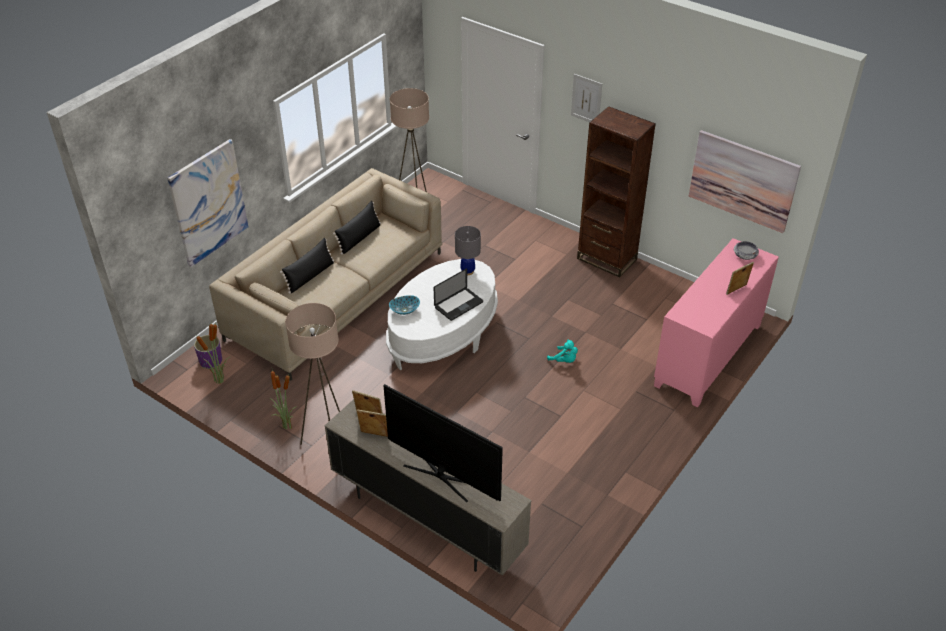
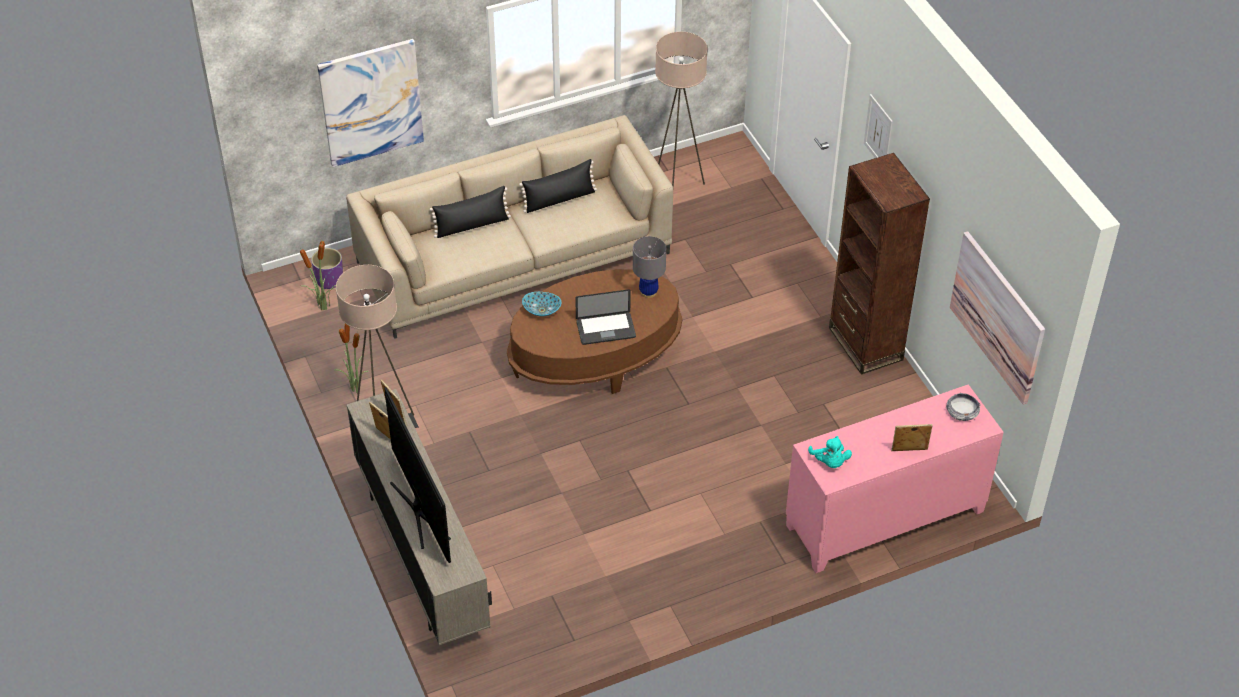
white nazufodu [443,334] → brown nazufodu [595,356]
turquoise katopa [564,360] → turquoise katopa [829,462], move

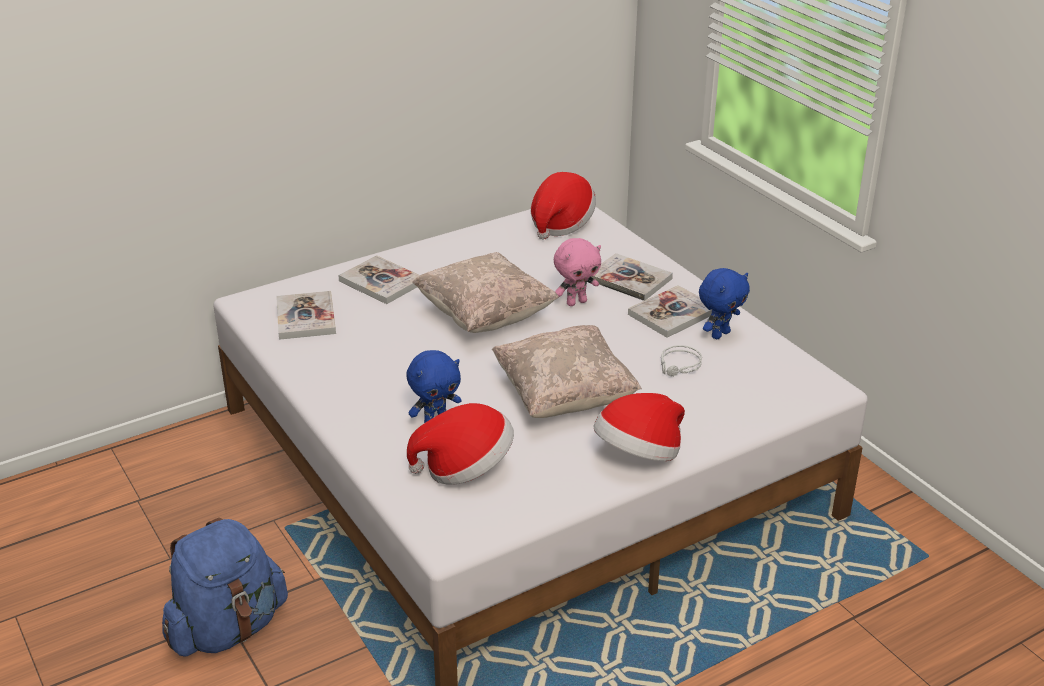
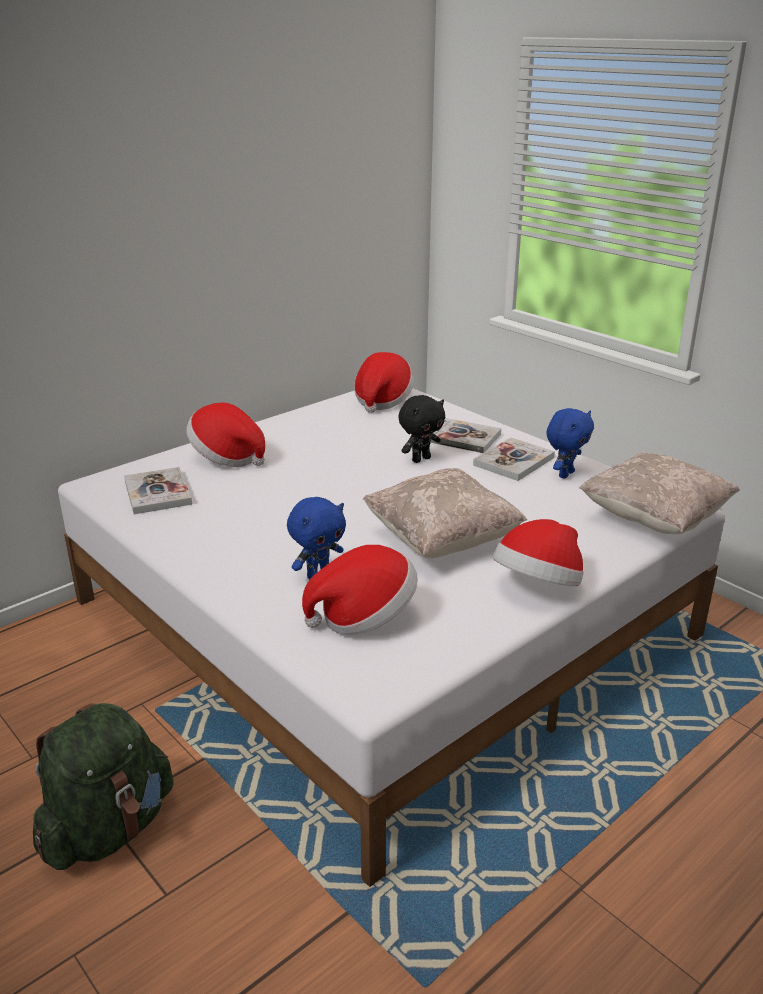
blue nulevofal [228,628] → green nulevofal [109,829]
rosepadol [381,282] → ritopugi [227,457]
pink katopa [576,302] → black katopa [420,459]
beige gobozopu [485,317] → beige gobozopu [654,519], move
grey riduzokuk [679,366] → -

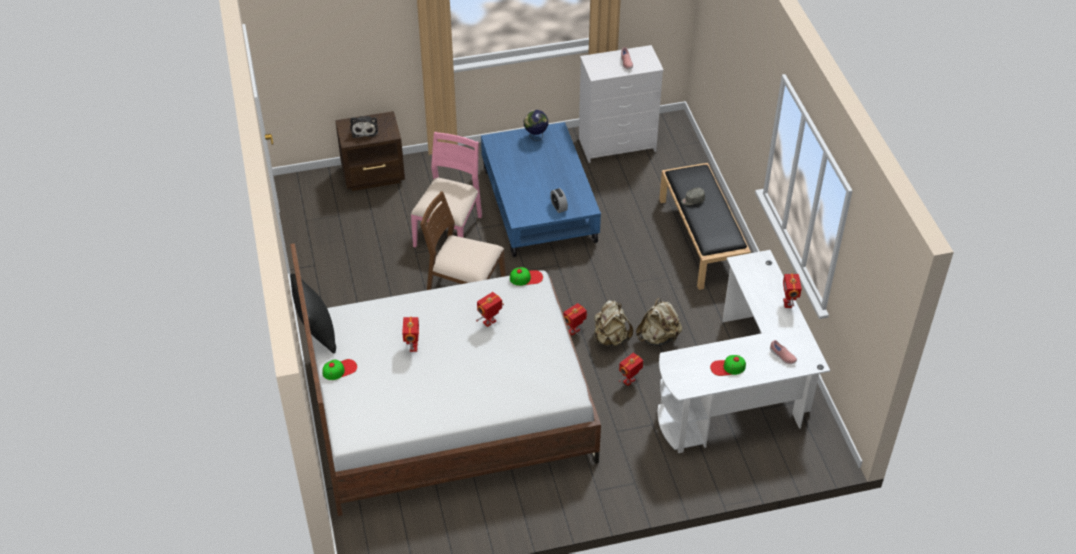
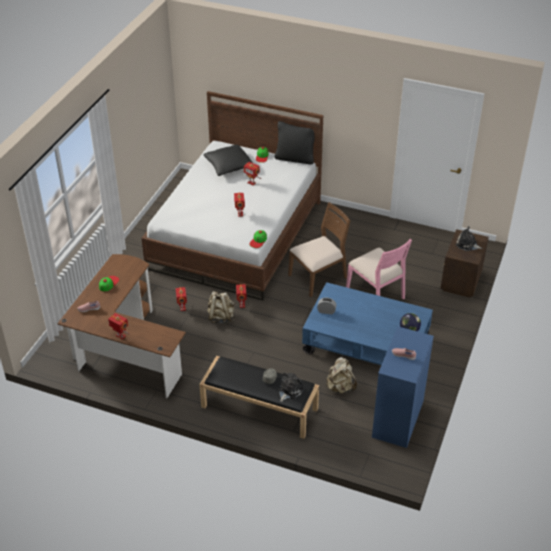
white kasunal [742,391] → brown kasunal [124,350]
- → black gobozopu [228,166]
- → katopa [289,390]
beige nulevofal [658,337] → beige nulevofal [340,387], move
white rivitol [617,144] → blue rivitol [397,419]

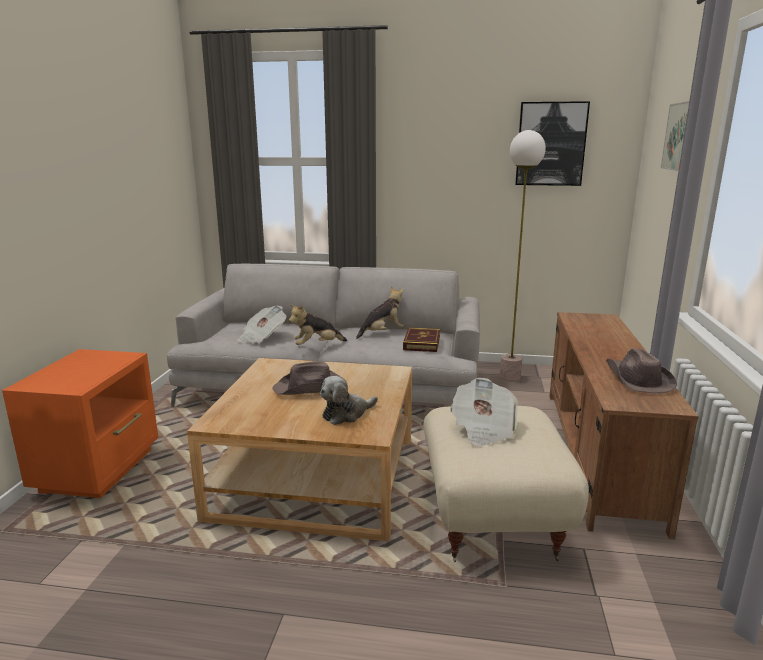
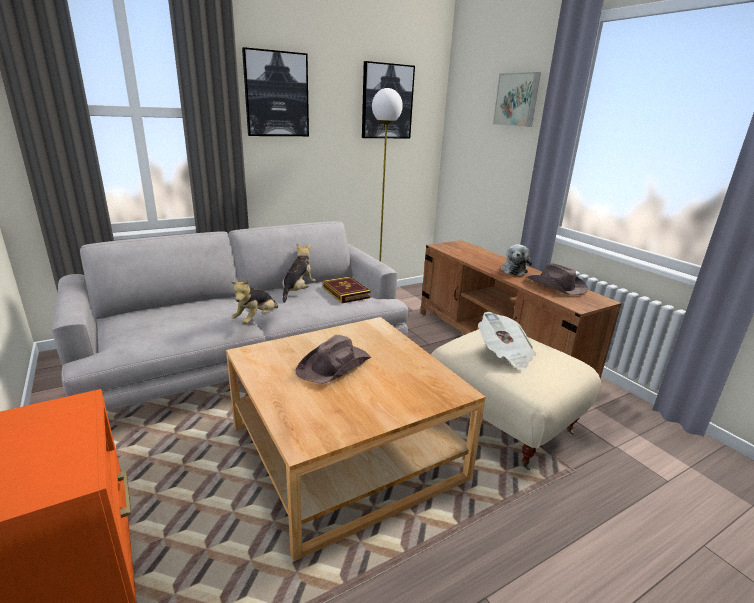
- → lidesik [276,94]
katopa [346,414] → katopa [514,270], move
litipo [262,337] → -

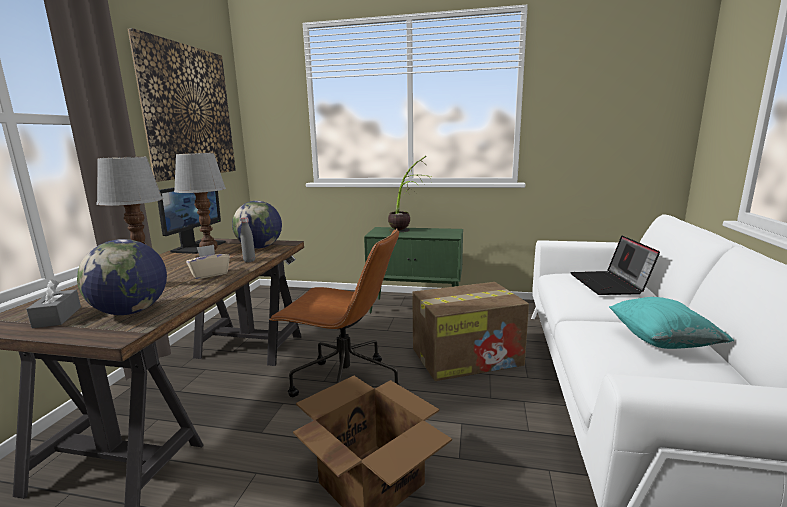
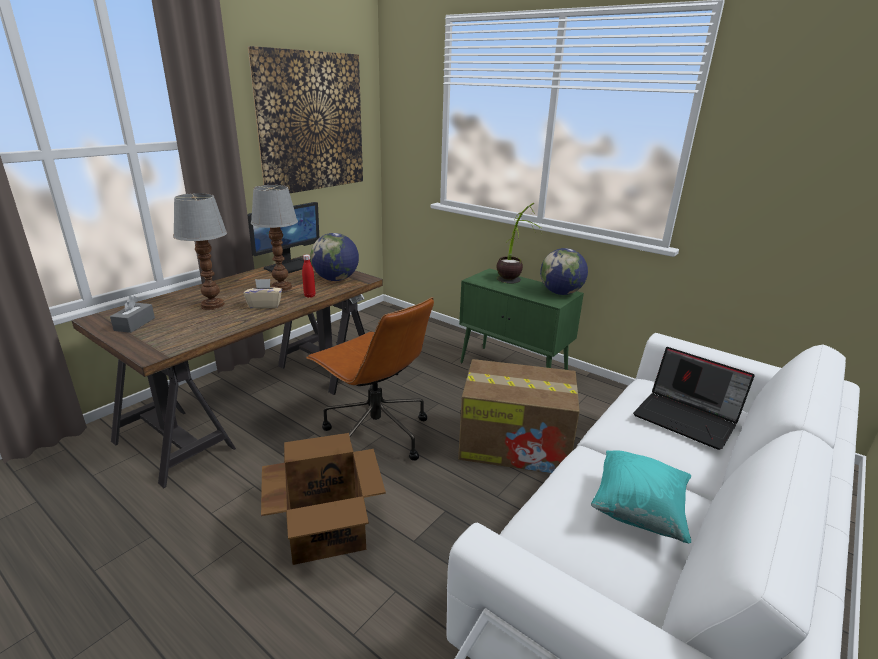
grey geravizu [249,261] → red geravizu [309,296]
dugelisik [131,312] → dugelisik [561,293], move
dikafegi [610,284] → dikafegi [687,418], 75 degrees counterclockwise

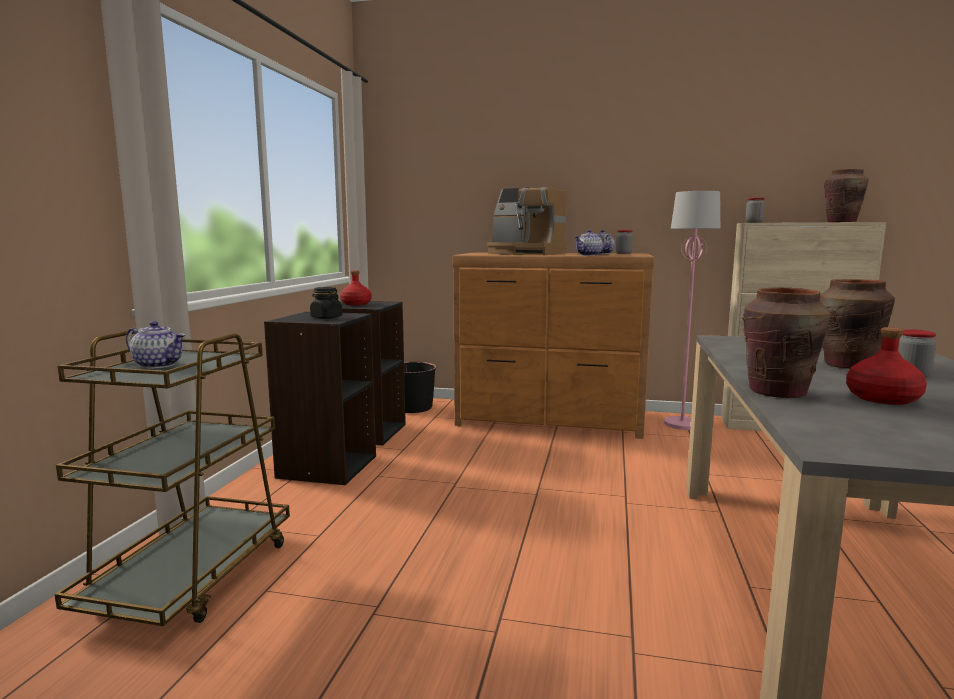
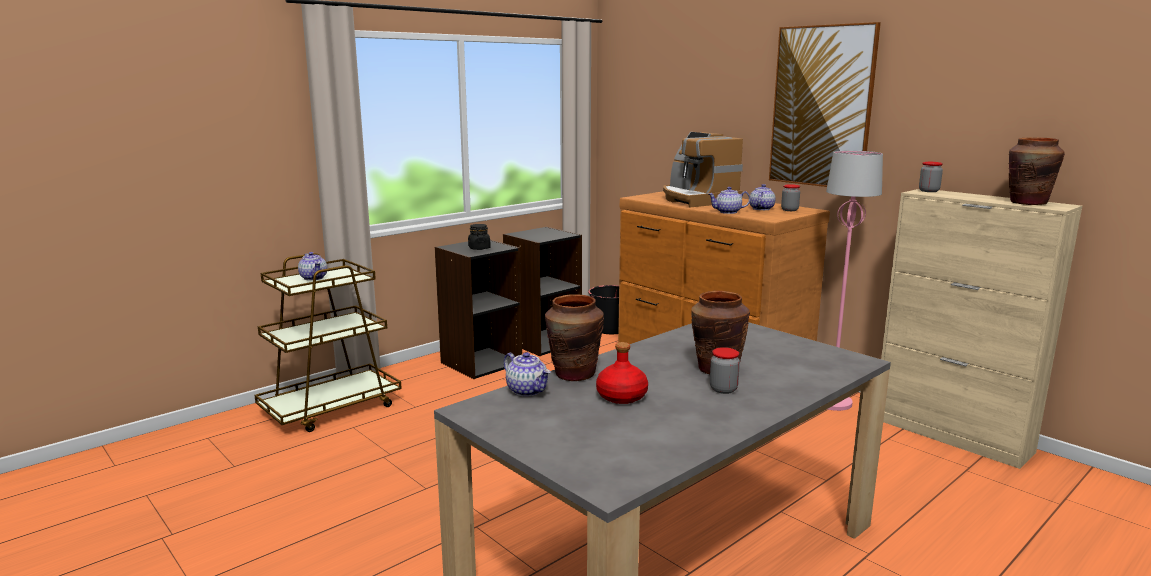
- → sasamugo [528,390]
- → lidesik [822,107]
red geravizu [356,304] → -

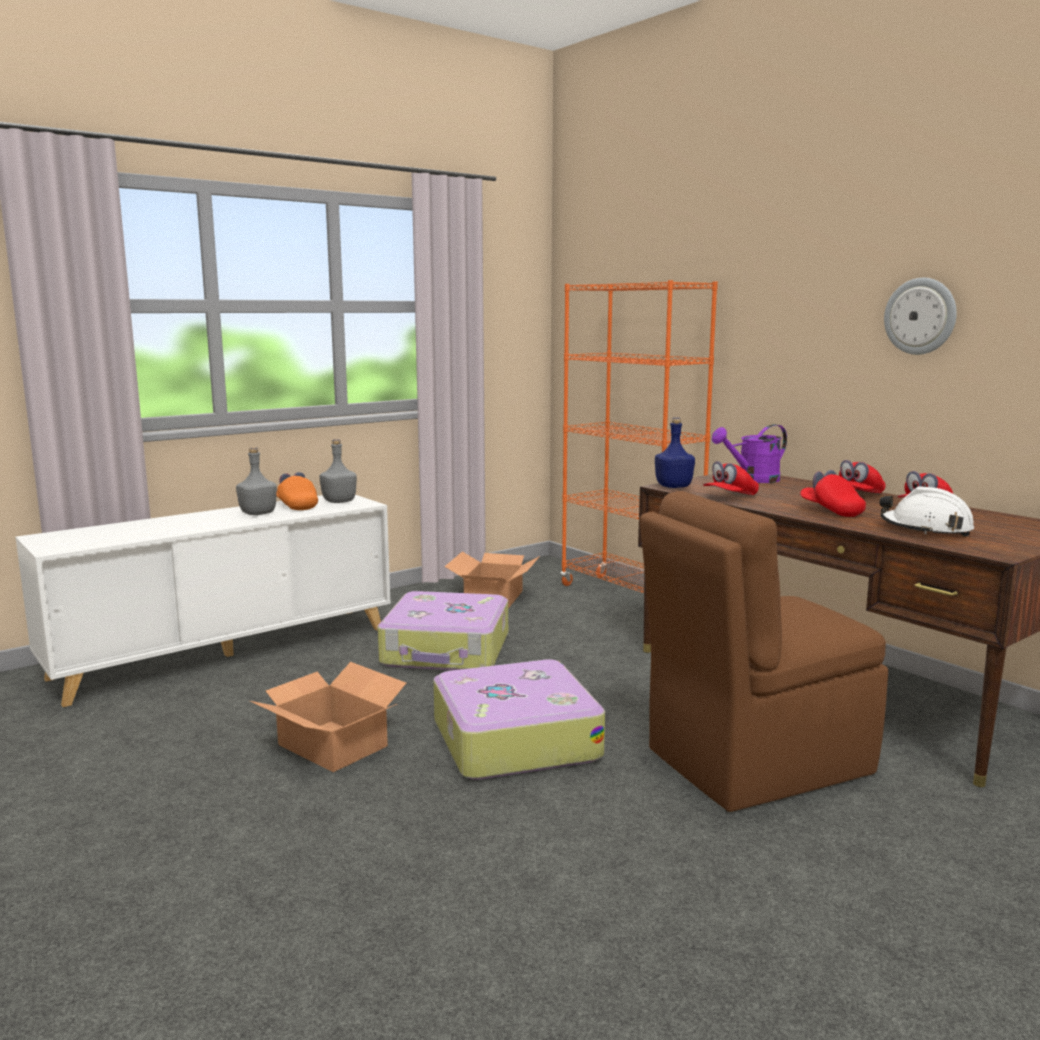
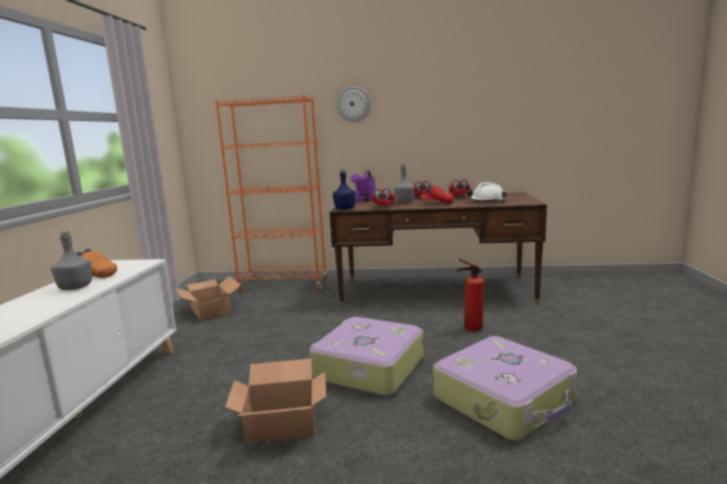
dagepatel [920,316] → dagepatel [353,104], move
grey geravizu [339,501] → grey geravizu [404,202], move
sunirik [447,650] → sunirik [505,400], move
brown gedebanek [753,762] → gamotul [470,328]

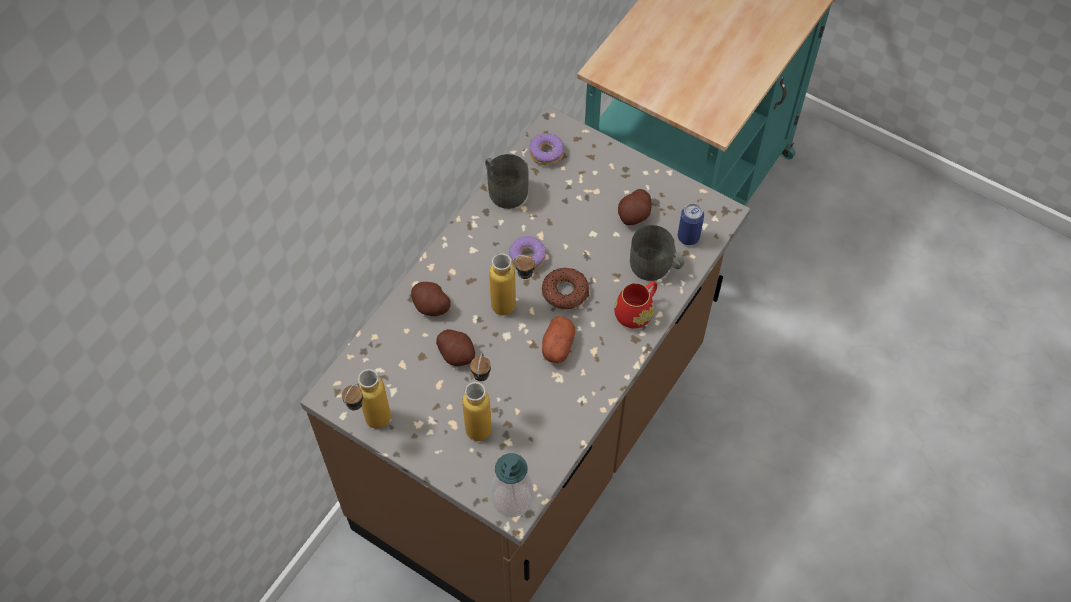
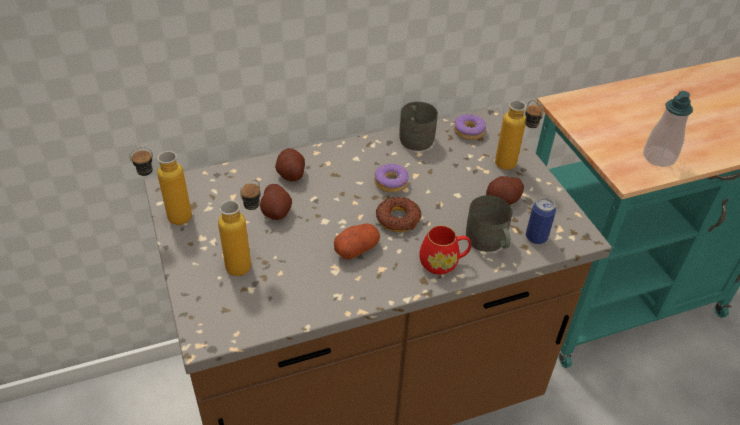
geravizu [513,307] → geravizu [512,168], move
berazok [512,499] → berazok [659,157], move

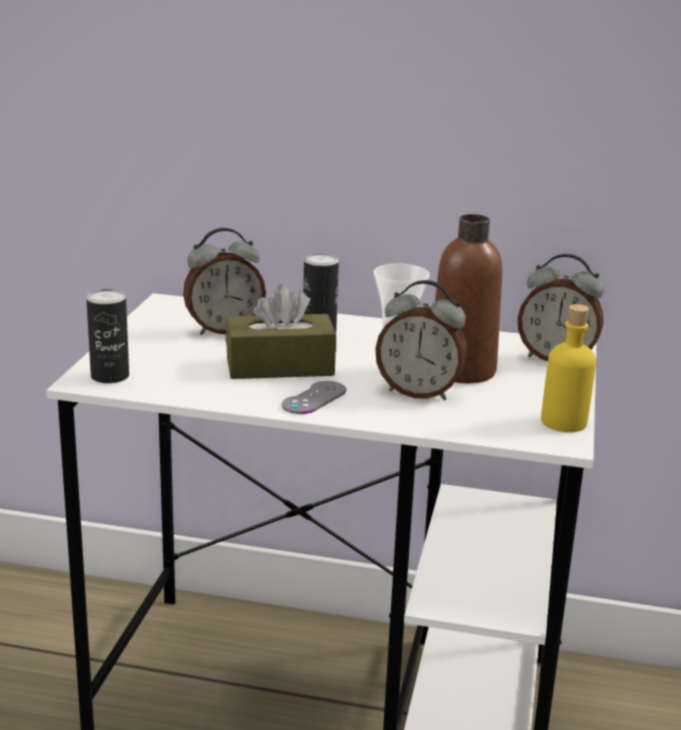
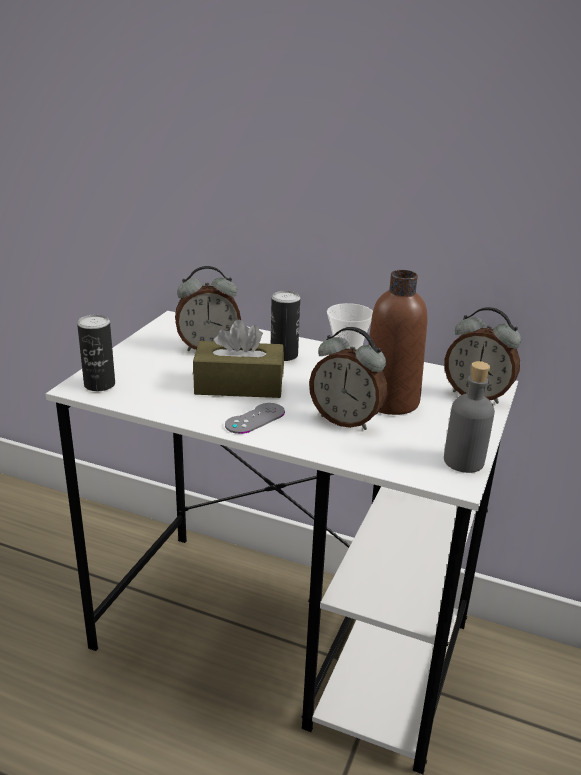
yellow geravizu [564,422] → grey geravizu [464,461]

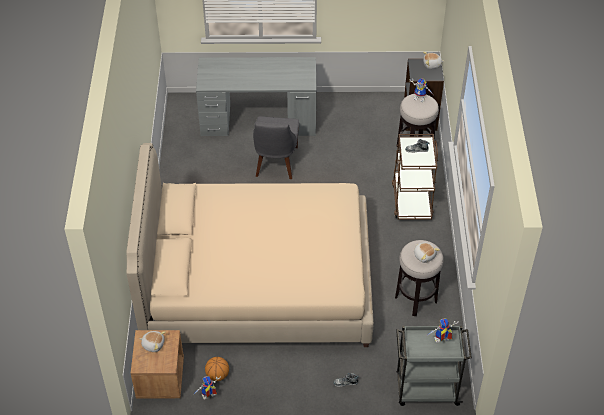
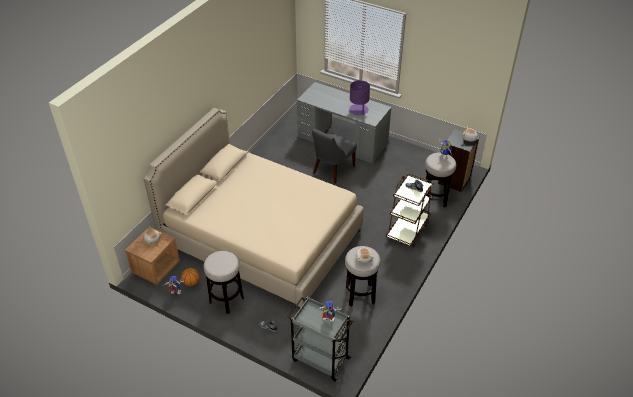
- → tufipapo [226,300]
- → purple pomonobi [358,110]

